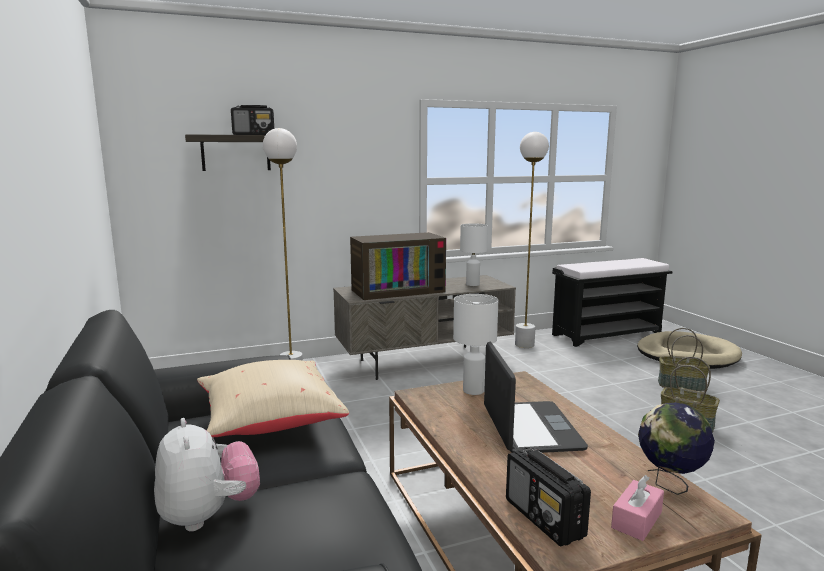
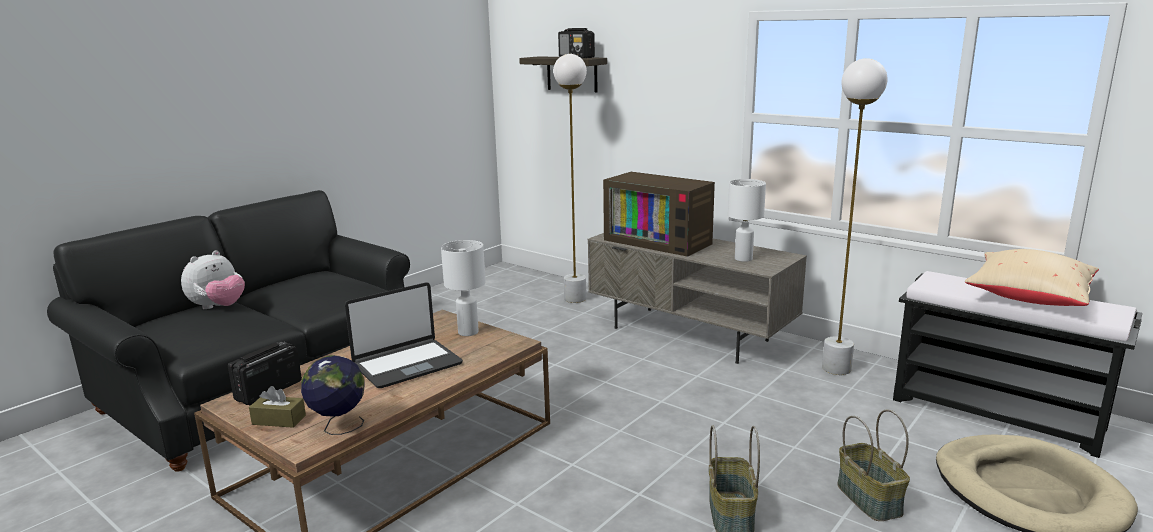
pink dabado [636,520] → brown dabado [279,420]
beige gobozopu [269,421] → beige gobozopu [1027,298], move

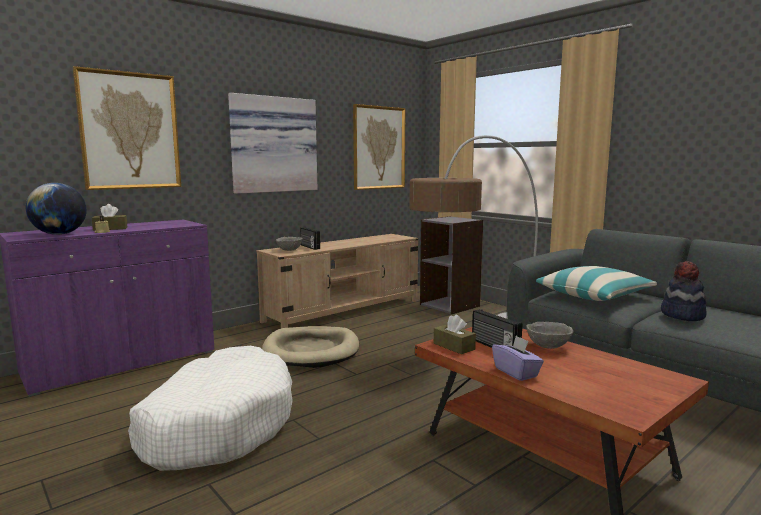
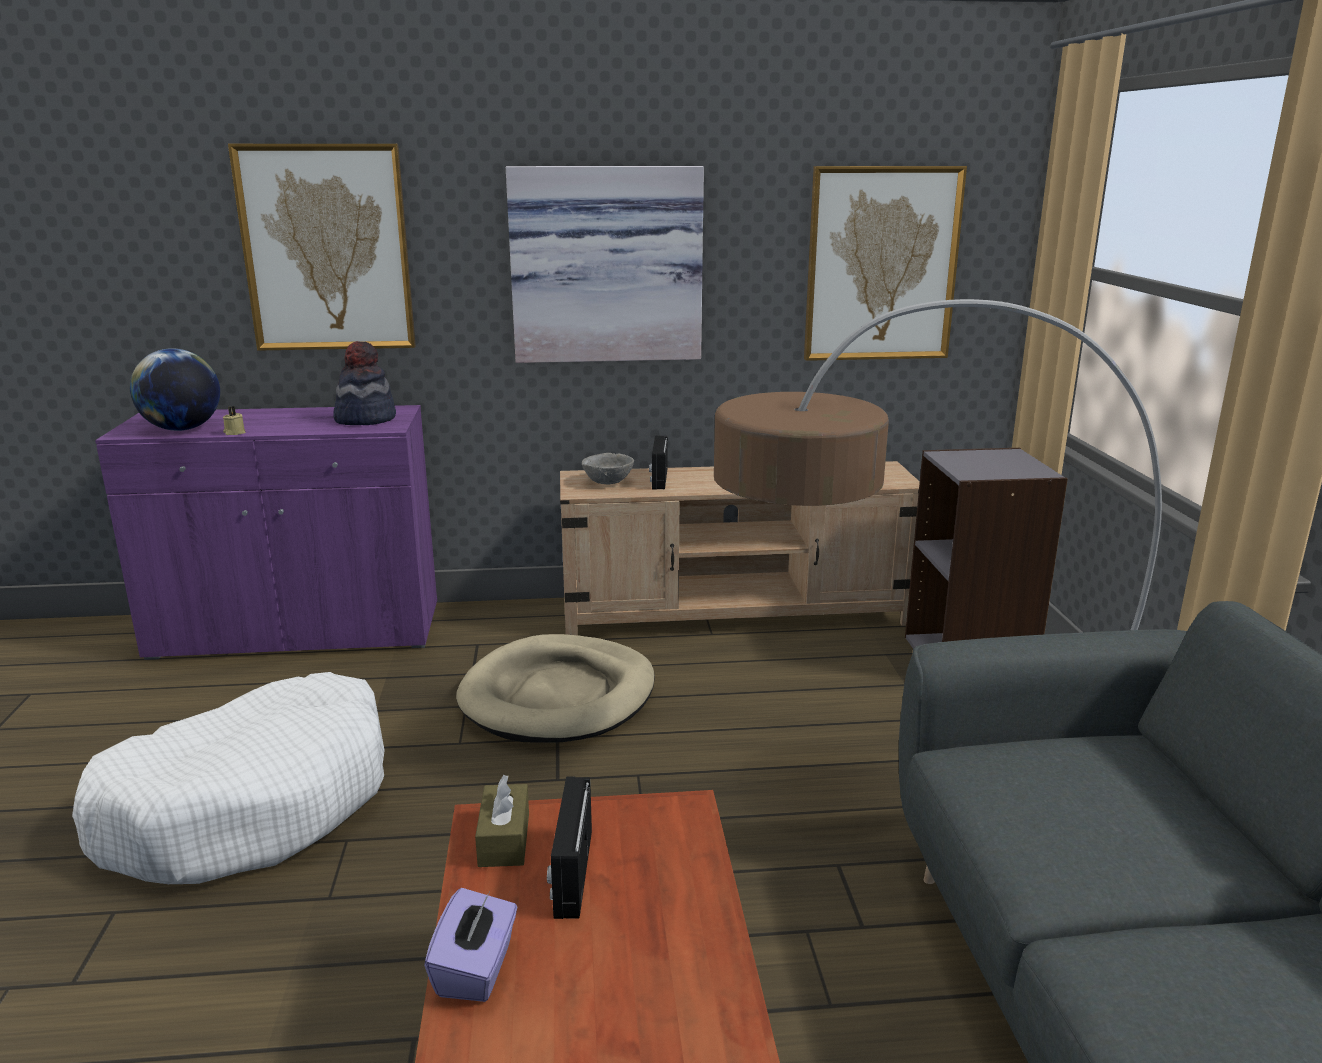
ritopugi [682,315] → ritopugi [365,419], move
brown dabado [110,228] → -
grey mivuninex [547,347] → -
gobozopu [594,295] → -

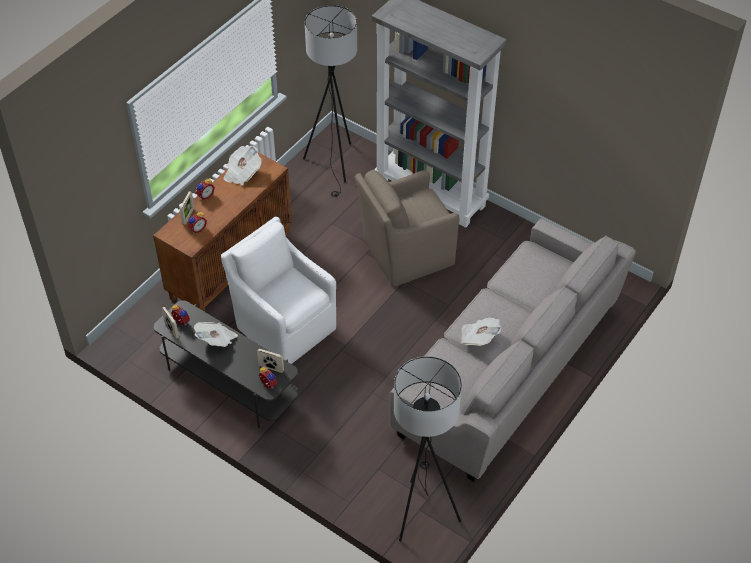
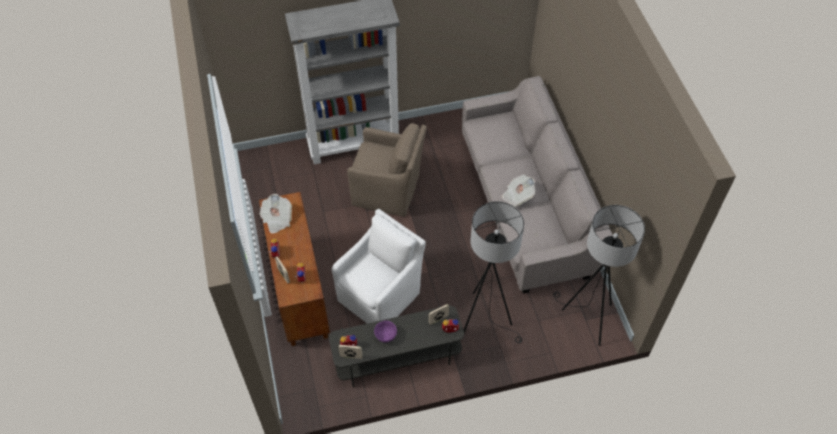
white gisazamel [284,326] → white gisazamel [381,295], 135 degrees clockwise
brown gisazamel [405,254] → brown gisazamel [388,191], 90 degrees counterclockwise
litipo [217,340] → purple mivuninex [385,335]
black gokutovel [335,164] → black gokutovel [487,317], move

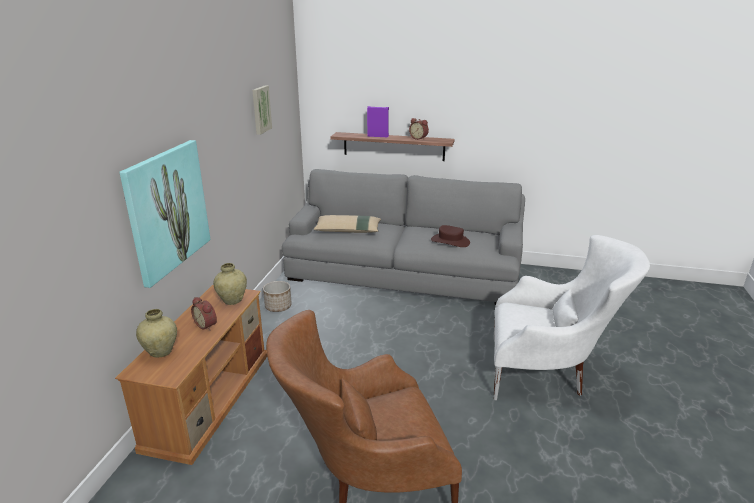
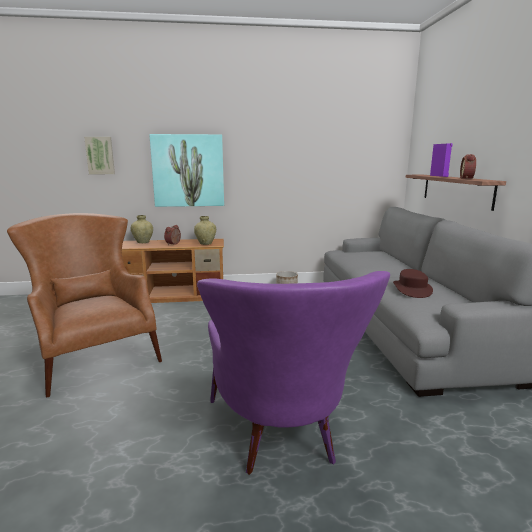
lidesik [260,109] → lidesik [100,155], move
white gisazamel [549,373] → purple gisazamel [284,440]
beige gobozopu [348,230] → -

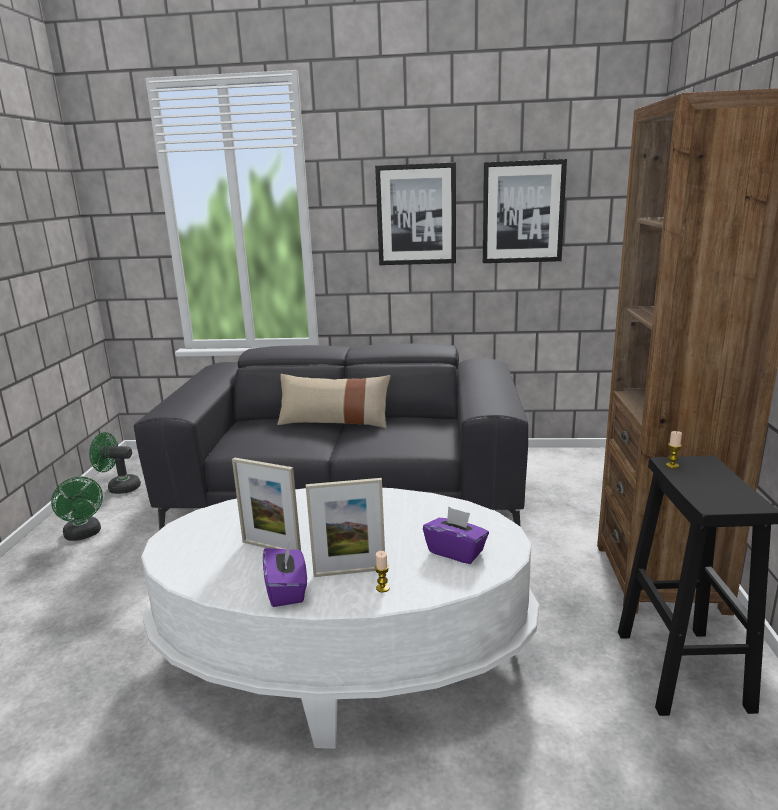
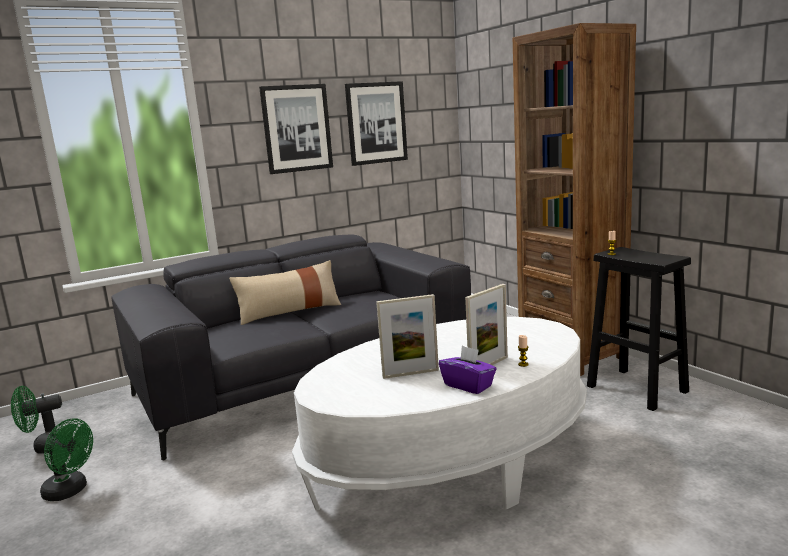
purple dabado [456,552] → -

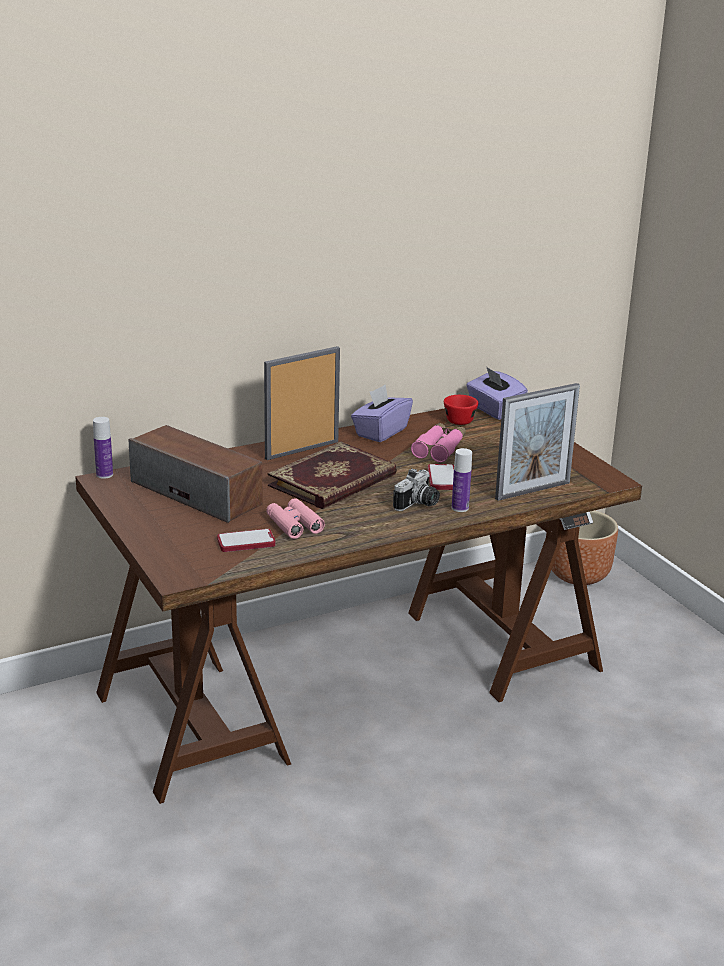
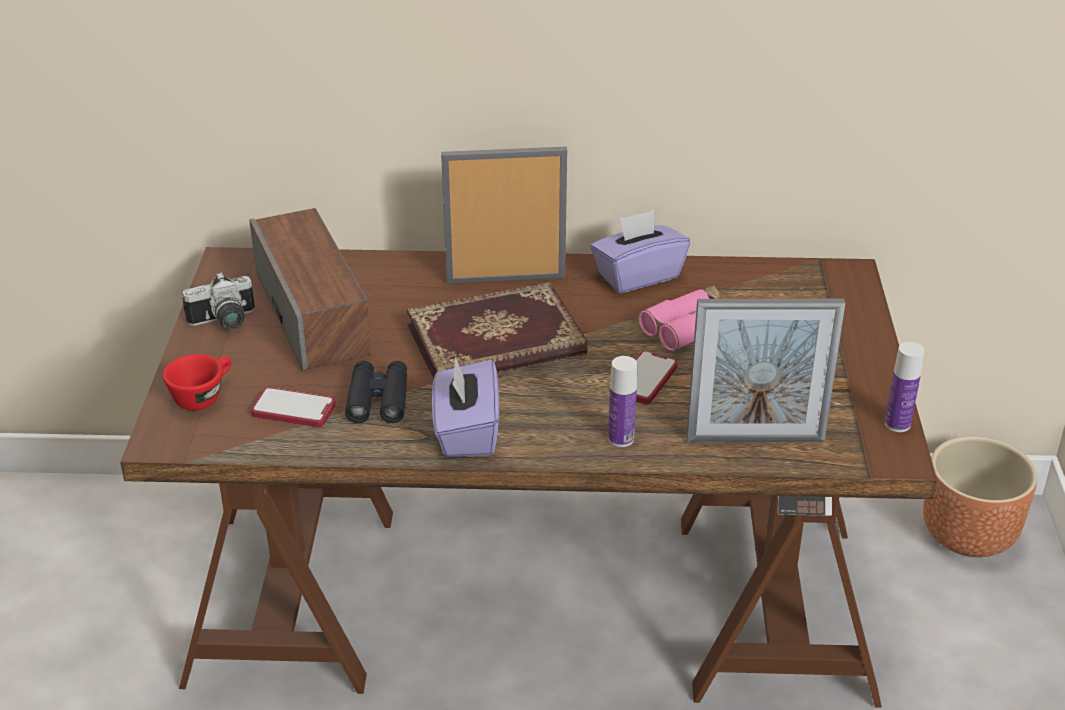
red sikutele [459,419] → red sikutele [203,396], move
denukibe [419,504] → denukibe [224,322], move
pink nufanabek [294,525] → black nufanabek [378,399]
purple dabado [494,410] → purple dabado [466,432], move
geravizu [104,475] → geravizu [897,424], move

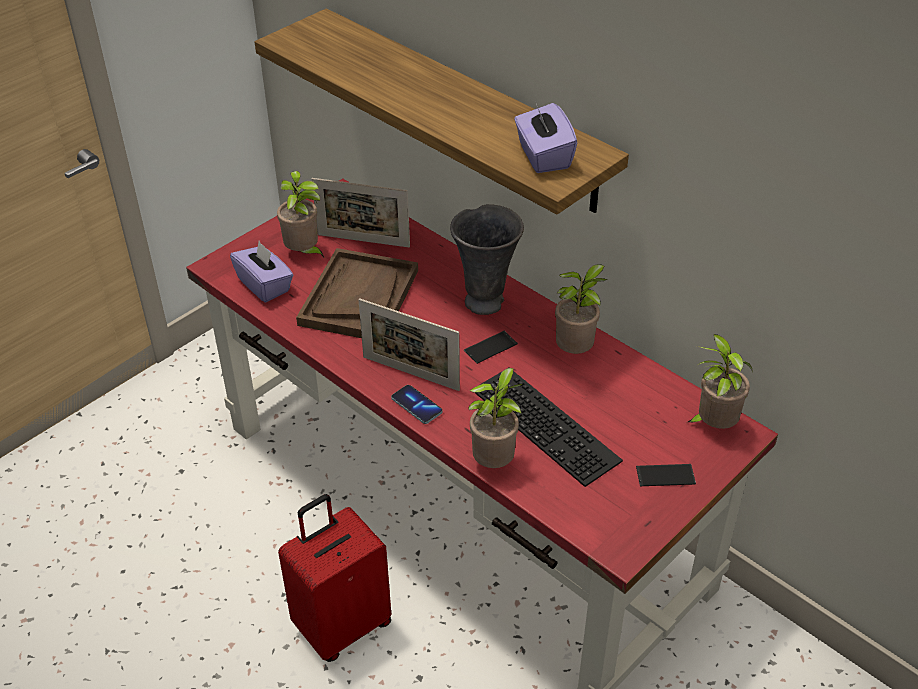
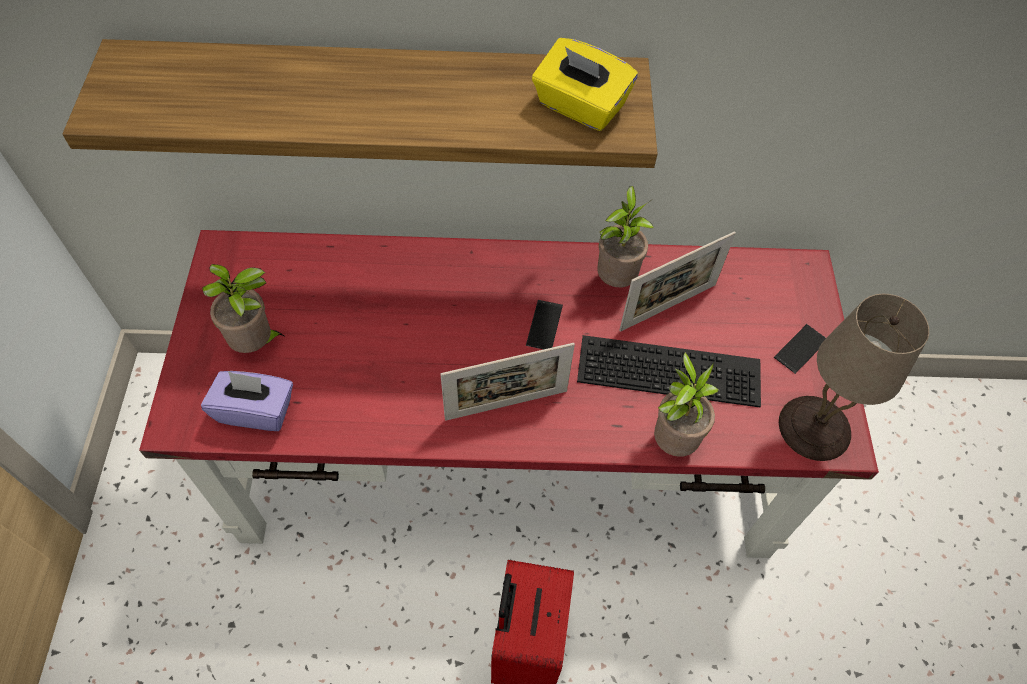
purple dabado [543,156] → yellow dabado [580,107]
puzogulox [363,241] → puzogulox [668,307], move
- → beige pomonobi [815,426]
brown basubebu [359,297] → -
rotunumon [416,405] → -
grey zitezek [486,301] → -
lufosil [713,425] → -

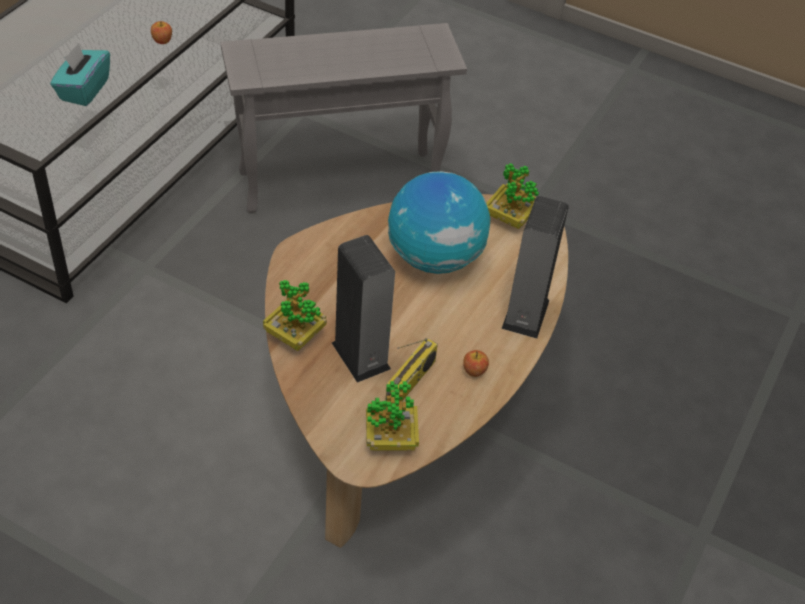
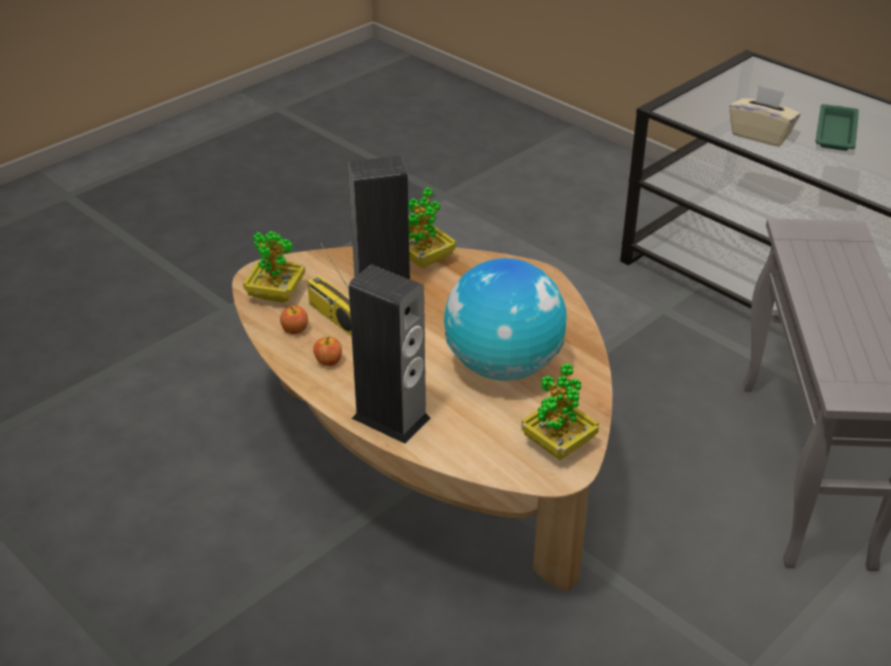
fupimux [162,41] → fupimux [295,330], move
turquoise dabado [83,90] → beige dabado [760,135]
- → green basubebu [835,132]

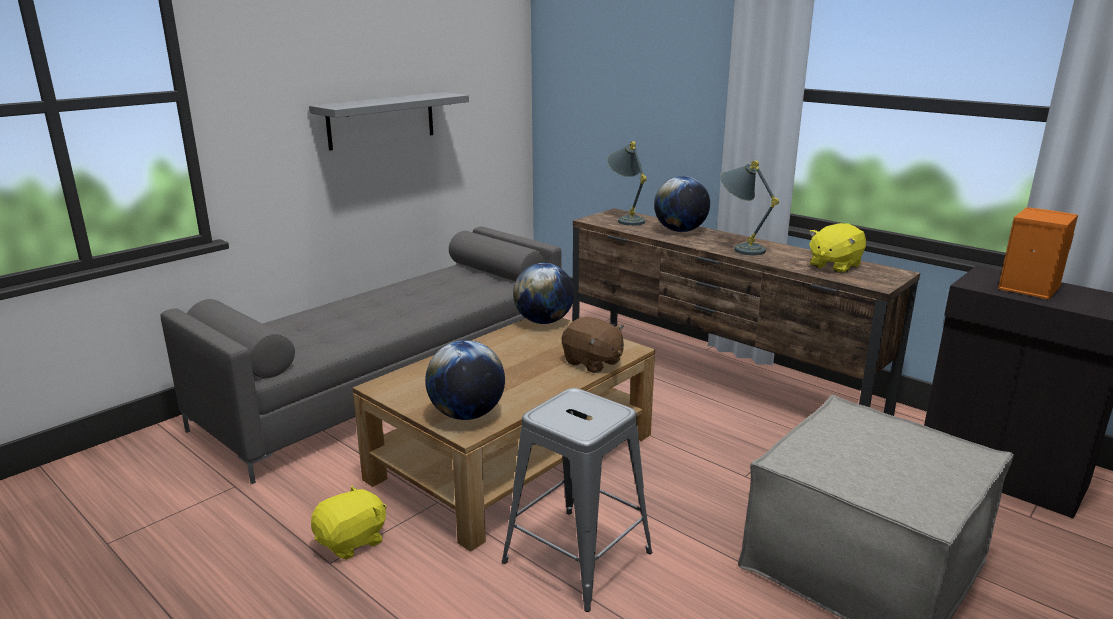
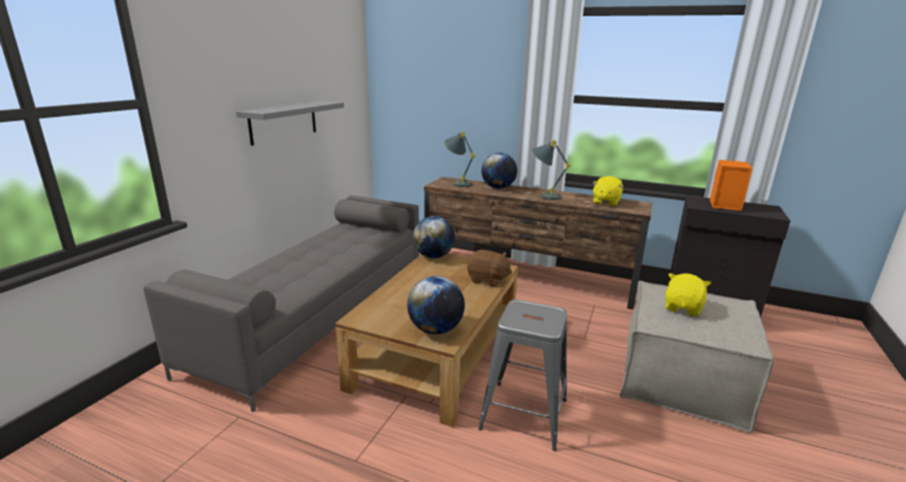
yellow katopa [352,542] → yellow katopa [683,308], move

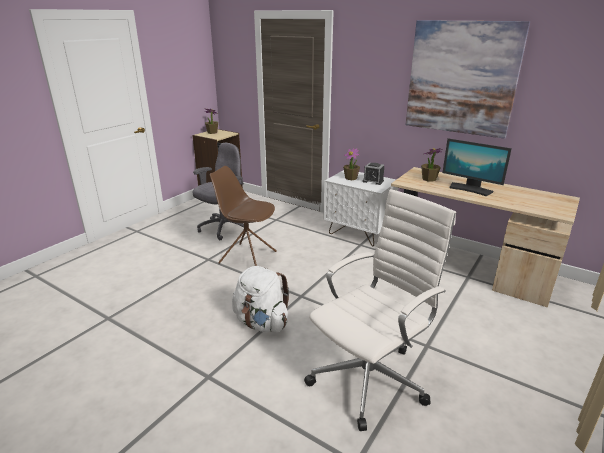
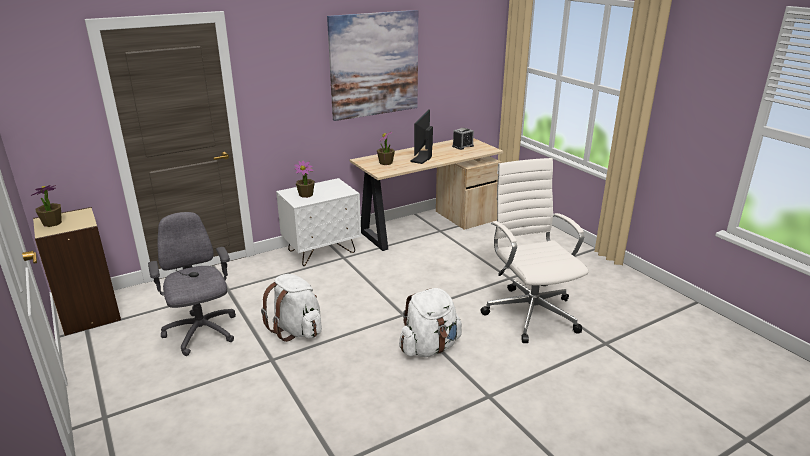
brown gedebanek [247,257] → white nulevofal [296,330]
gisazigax [470,189] → gisazigax [423,157], 135 degrees clockwise
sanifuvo [373,181] → sanifuvo [462,146], move

